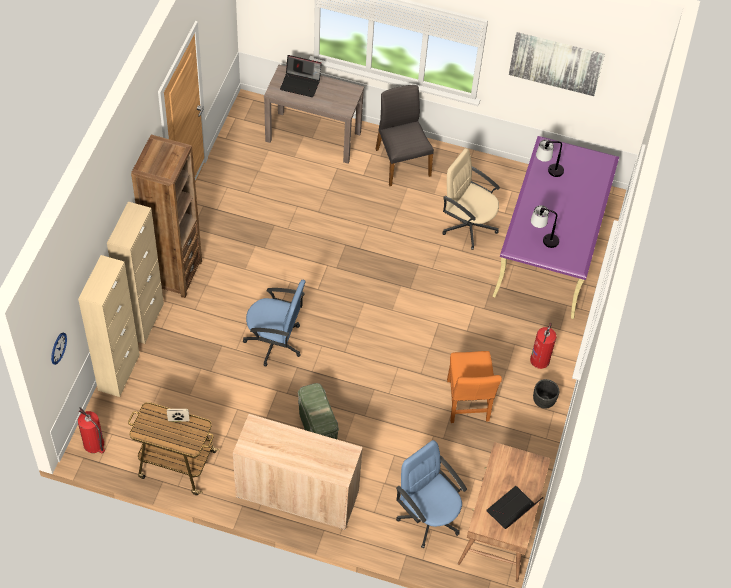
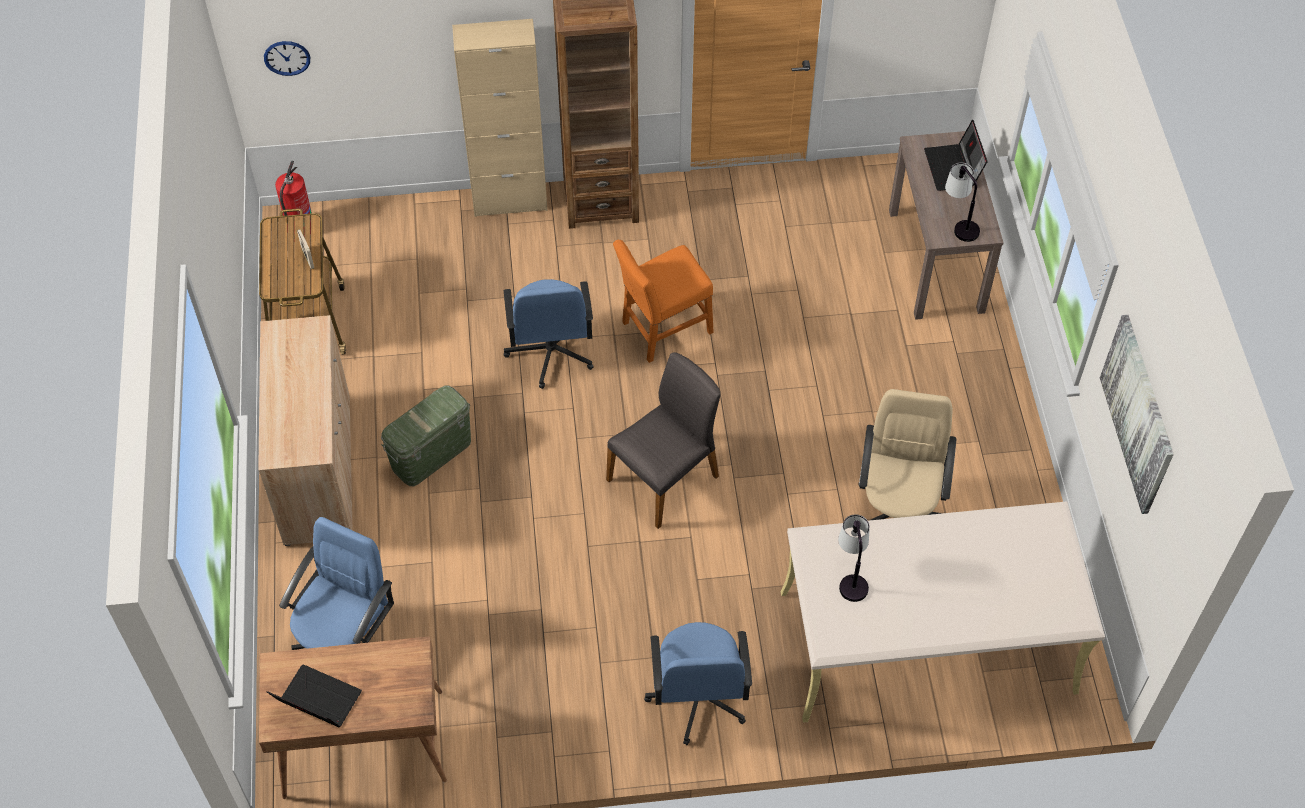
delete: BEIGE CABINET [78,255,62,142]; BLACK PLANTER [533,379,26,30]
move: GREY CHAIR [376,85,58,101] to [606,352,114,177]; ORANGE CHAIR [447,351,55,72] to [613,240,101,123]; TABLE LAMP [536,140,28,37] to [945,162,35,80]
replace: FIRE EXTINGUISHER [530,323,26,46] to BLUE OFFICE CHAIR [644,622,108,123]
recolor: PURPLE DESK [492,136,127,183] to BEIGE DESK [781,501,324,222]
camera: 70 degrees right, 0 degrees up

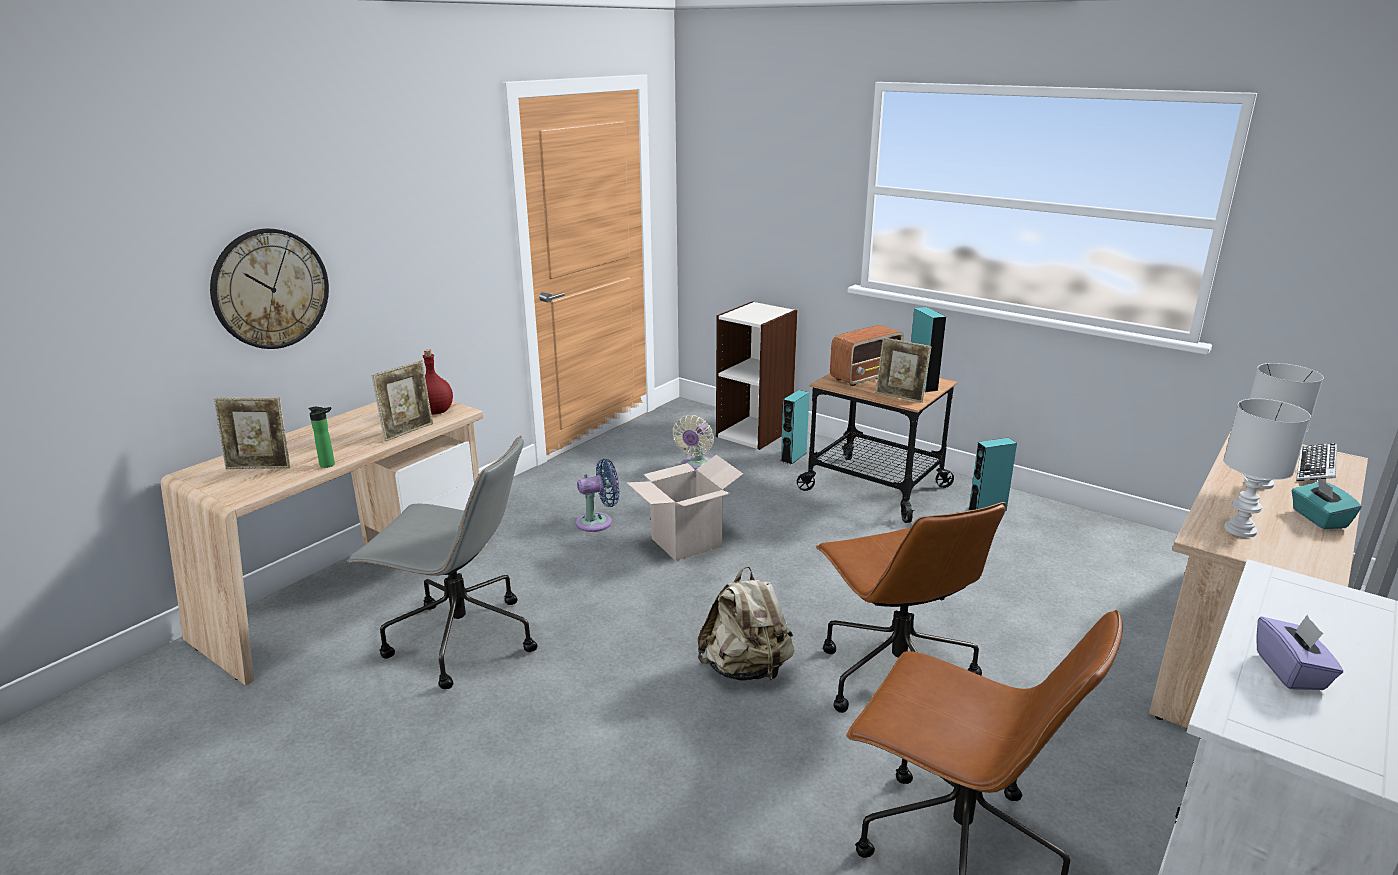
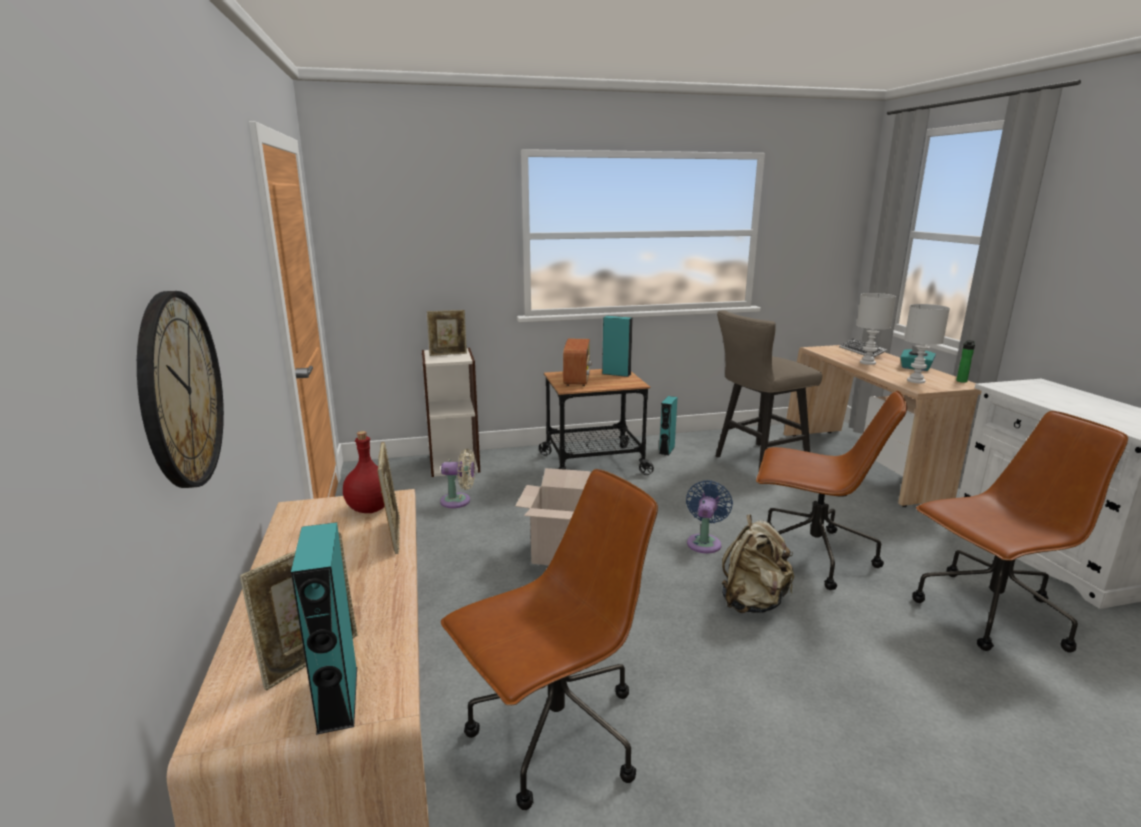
delete: PURPLE TISSUE BOX [1256,615,87,75]
insert: BEIGE STOOL [716,310,106,163]
move: TURQUOISE SPEAKER [780,390,30,75] to [291,522,66,213]; PICTURE FRAME [876,337,55,66] to [427,310,40,46]; BLUE FAN [576,459,43,73] to [686,480,47,73]; BOTTLE [309,407,26,61] to [956,340,19,43]
recolor: GREY OFFICE CHAIR [347,435,191,254] to BROWN OFFICE CHAIR [441,469,217,341]
rotate: BEIGE FAN [672,415,42,55] = [440,449,35,59] 60 degrees counterclockwise
camera: 50 degrees left, 5 degrees down

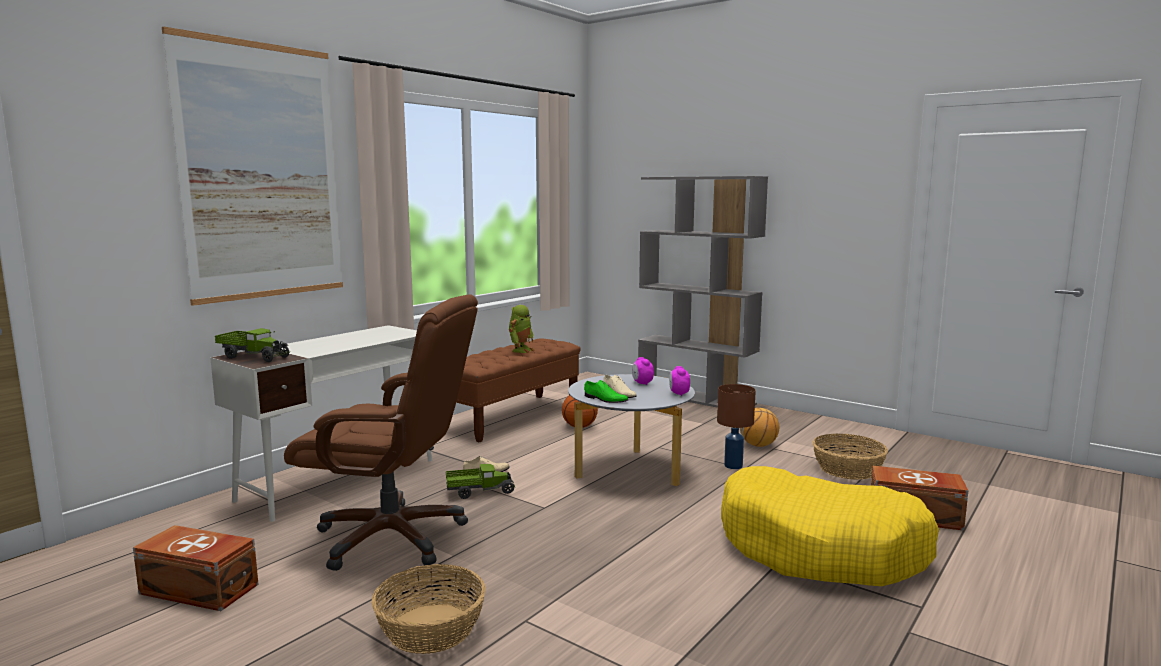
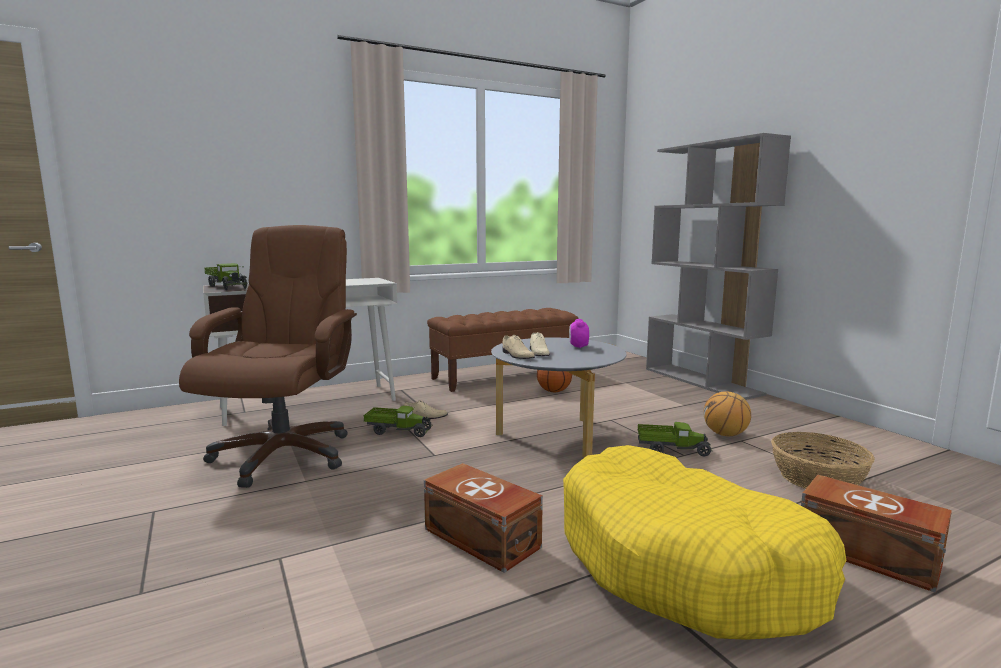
delete: PICTURE [162,27,181,279]; BASKET [371,564,115,90]; TOY ROBOT [509,305,26,48]; ALARM CLOCK [669,366,21,30]
move: BROWN STORAGE BOX [133,525,126,86] to [424,463,119,110]
replace: BROWN TABLE LAMP [717,384,39,85] to TOY TRUCK [638,422,74,34]
recolor: GREEN SHOE [584,380,44,23] to BEIGE SHOE [502,335,33,24]
rotate: BROWN OFFICE CHAIR [284,294,194,277] = [179,225,178,263] 120 degrees counterclockwise
camera: 25 degrees right, 0 degrees up

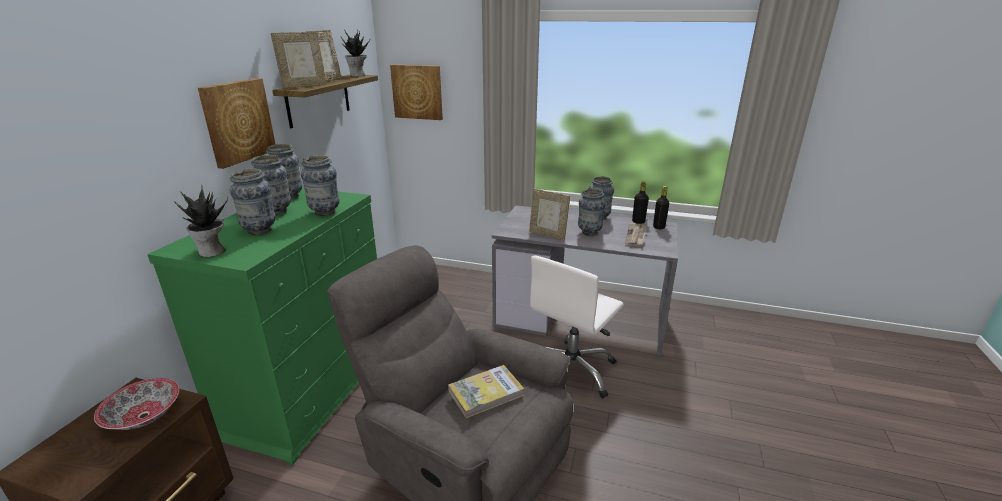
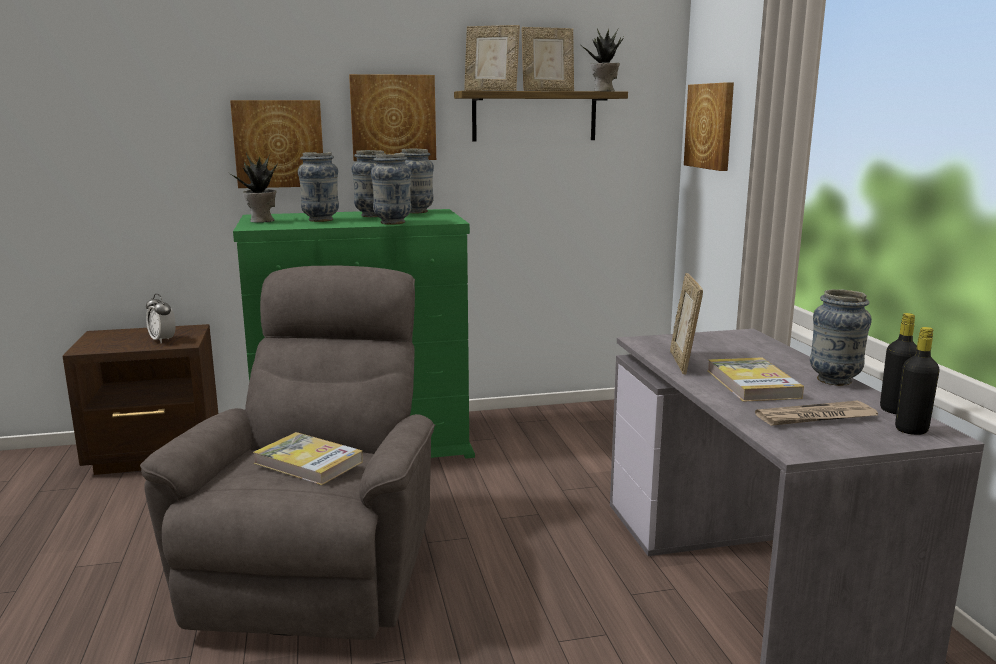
delete: WHITE OFFICE CHAIR [530,255,94,143]
insert: PICTURE [230,100,93,88]
replace: BOWL [94,378,85,52] to ALARM CLOCK [146,294,30,50]; VASE [578,188,28,48] to BOOK [707,357,97,45]
camera: 60 degrees right, 10 degrees down

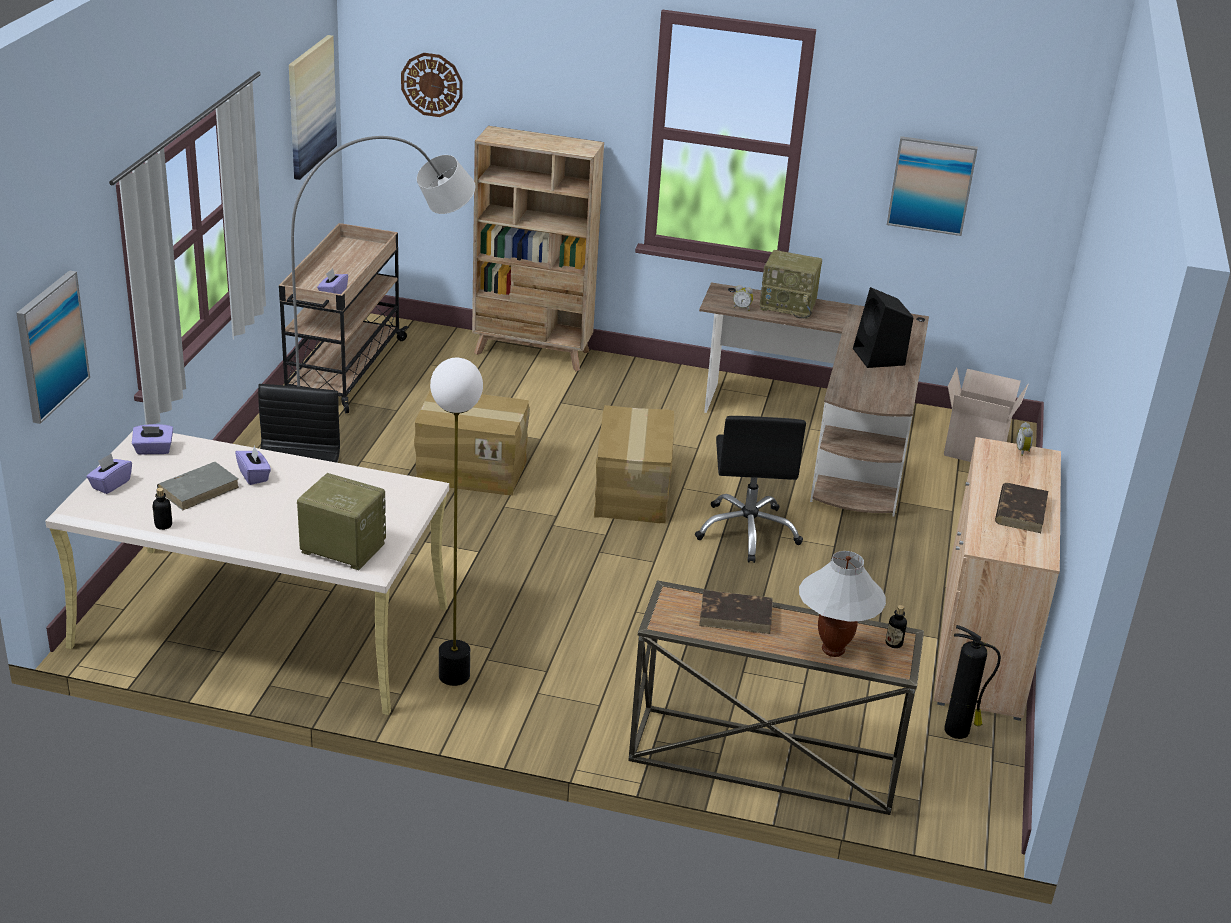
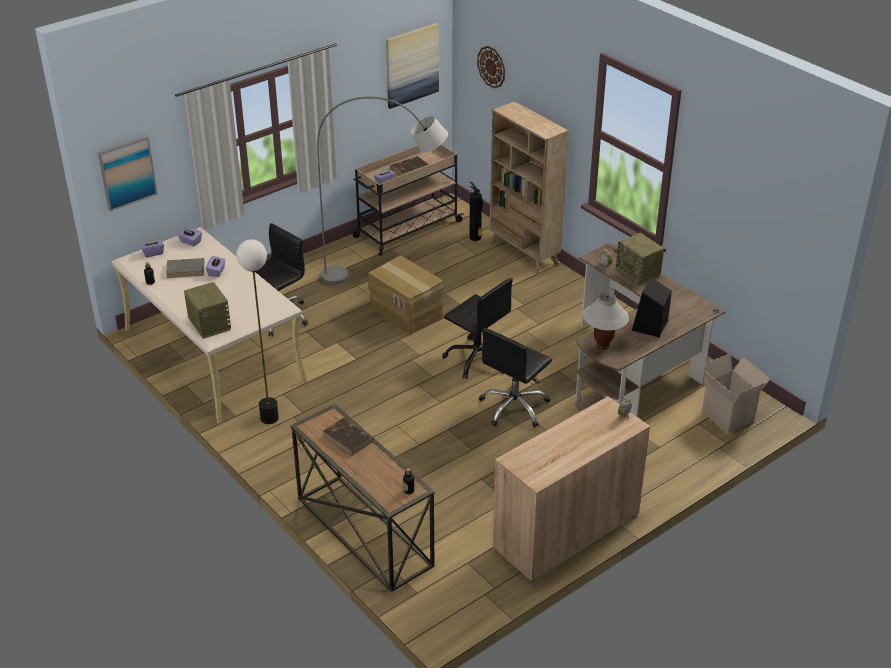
delete: PICTURE [887,136,91,100]
move: BROWN BOOK [995,483,53,50] to [390,156,38,20]; FIRE EXTINGUISHER [945,625,56,114] to [469,182,14,59]; WHITE TABLE LAMP [799,551,87,106] to [583,292,46,58]
replace: CARDBOARD BOX [594,405,80,118] to BLACK OFFICE CHAIR [442,278,71,101]
camera: 40 degrees right, 5 degrees up

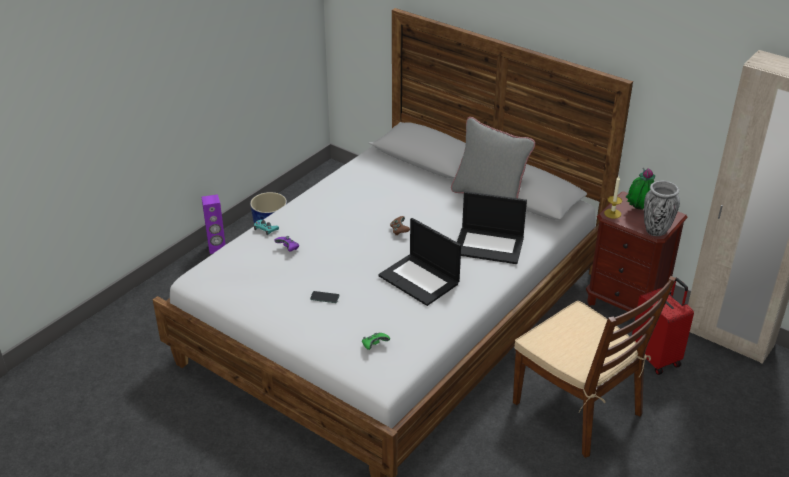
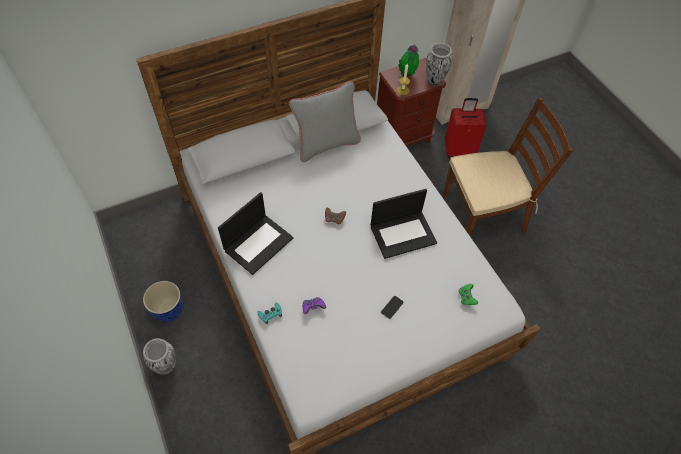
move: LAPTOP [457,191,70,73] to [218,192,75,83]
replace: PURPLE SPEAKER [202,194,24,60] to VASE [143,338,33,37]
camera: 65 degrees left, 20 degrees up

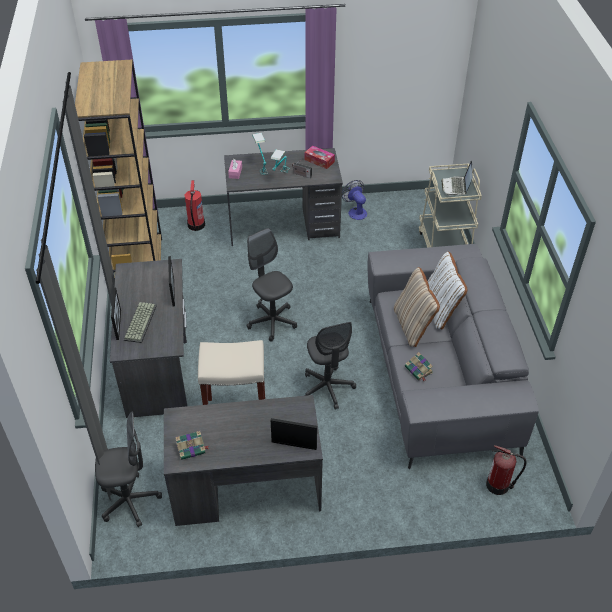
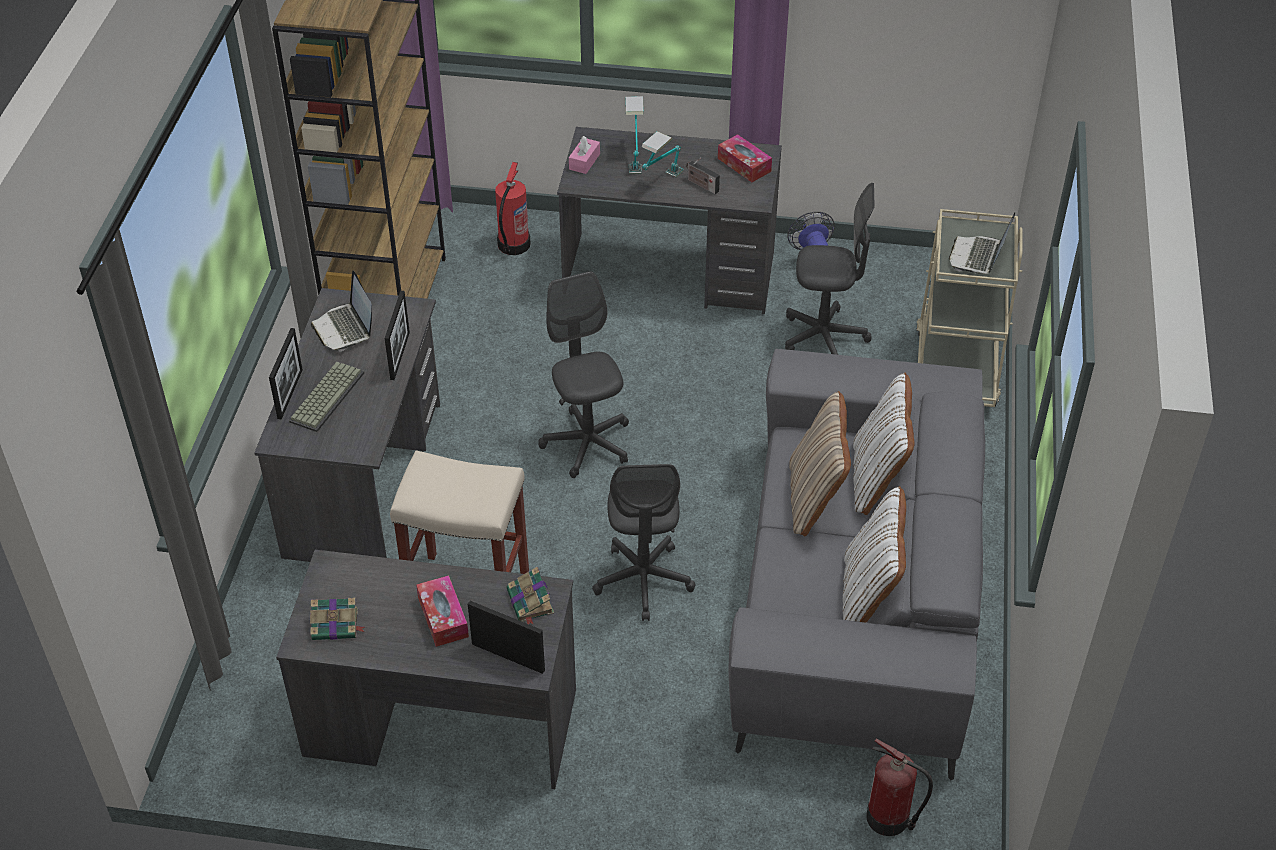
insert: LAPTOP [311,271,61,80]; TISSUE BOX [416,575,53,72]; WHITE PILLOW [843,486,63,136]
move: BOOK [405,352,28,29] to [506,567,48,58]; GREY OFFICE CHAIR [95,411,67,116] to [785,183,90,172]
camera: 15 degrees right, 0 degrees up

